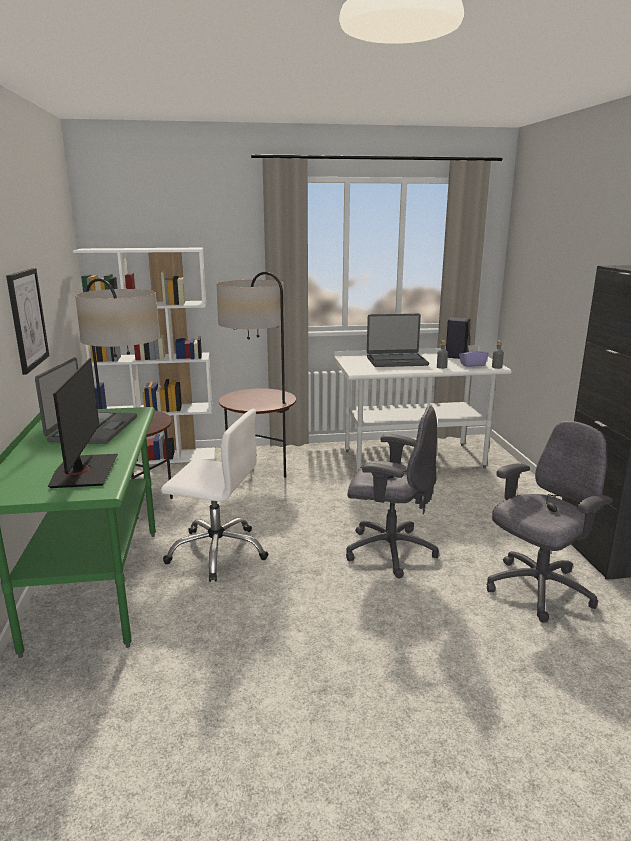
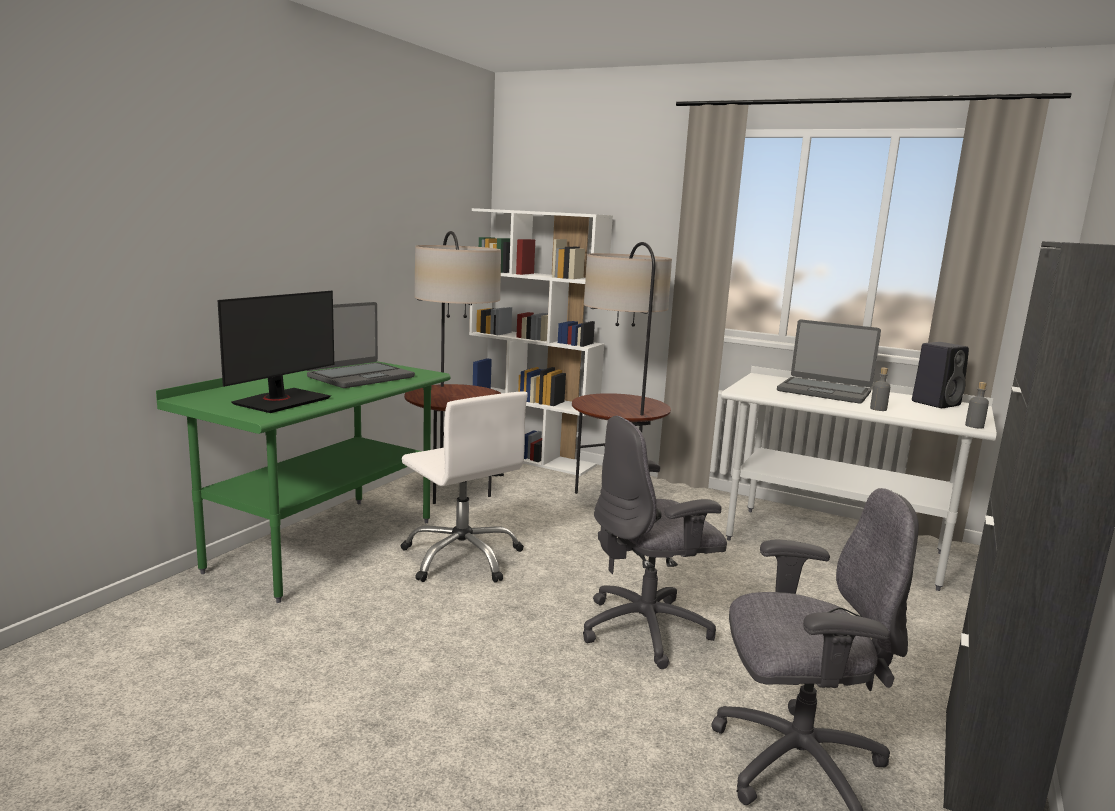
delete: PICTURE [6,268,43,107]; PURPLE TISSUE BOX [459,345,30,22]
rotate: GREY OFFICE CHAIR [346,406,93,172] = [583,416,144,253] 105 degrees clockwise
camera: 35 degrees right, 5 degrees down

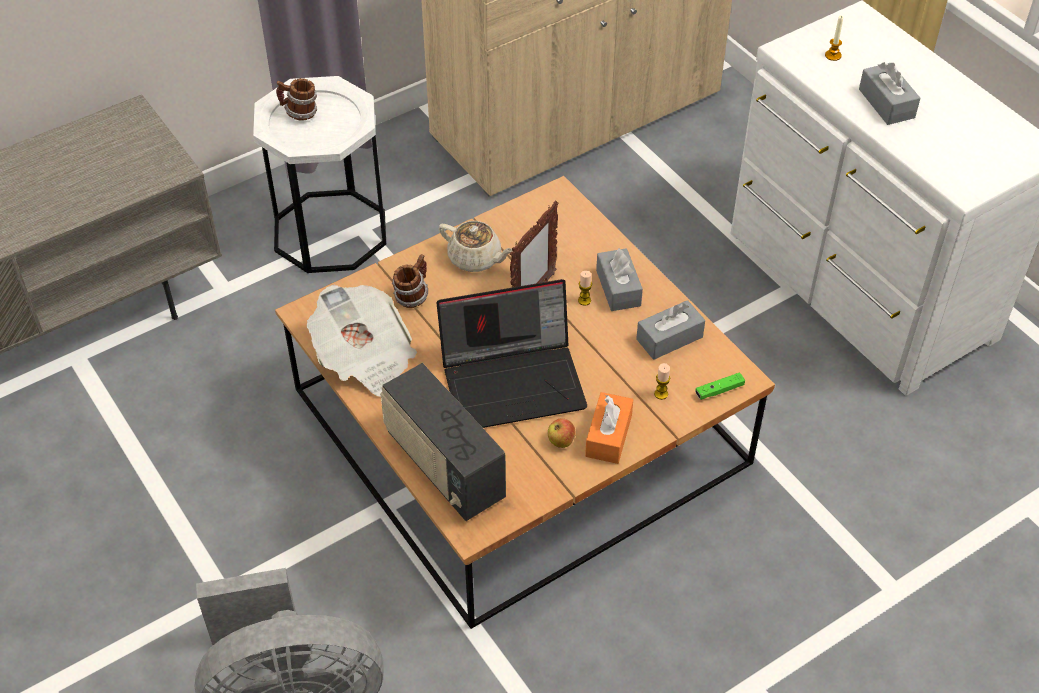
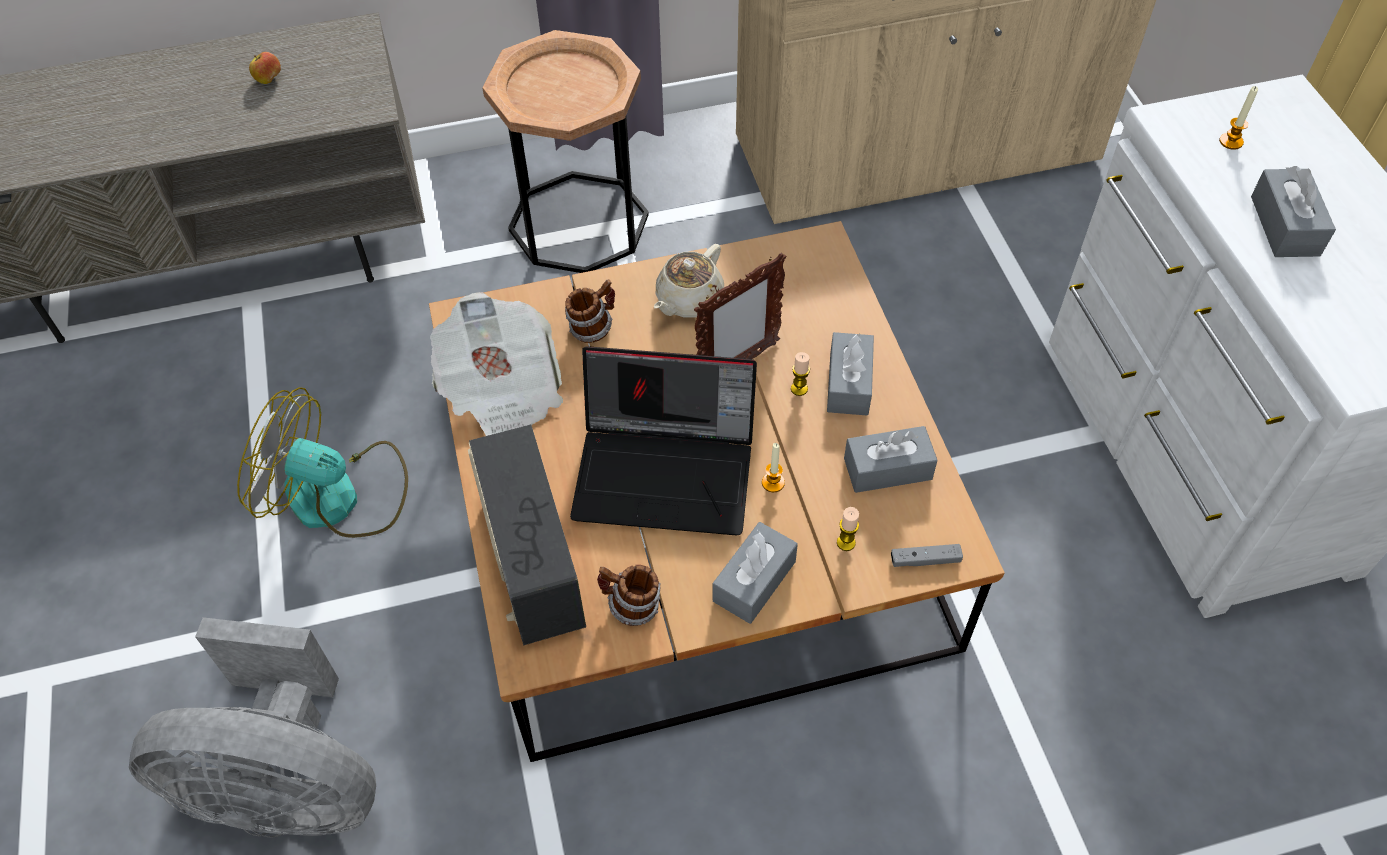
insert: FAN [237,387,171,151]; CANDLE [762,443,23,49]
move: APPLE [548,418,28,30] to [249,52,32,32]; MUG [276,78,41,43] to [597,565,64,61]
recolor: WHITE SIDE TABLE [253,76,133,197] to BROWN SIDE TABLE [482,30,167,243]; ORANGE TISSUE BOX [585,392,48,72] to GREY TISSUE BOX [713,522,85,102]; GREEN GAME CONTROLLER [695,372,50,28] to GREY GAME CONTROLLER [891,544,72,23]
rotate: BEIGE TEAPOT [439,221,74,51] = [654,244,70,74] 75 degrees clockwise
camera: 20 degrees right, 5 degrees up

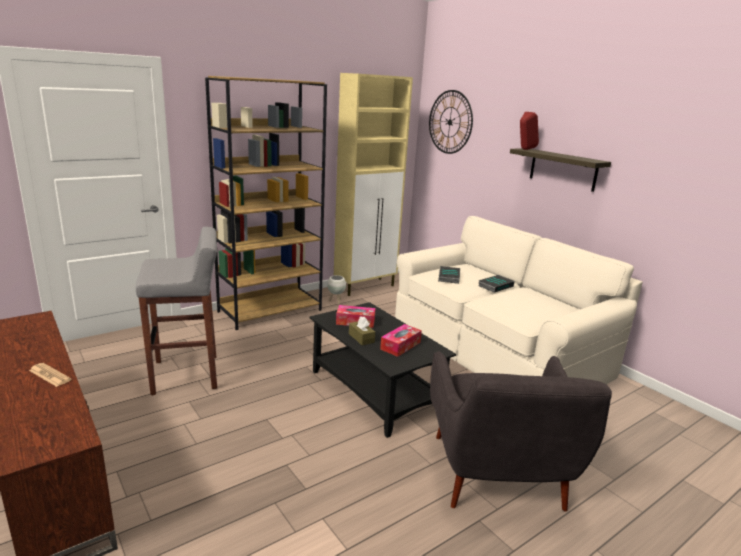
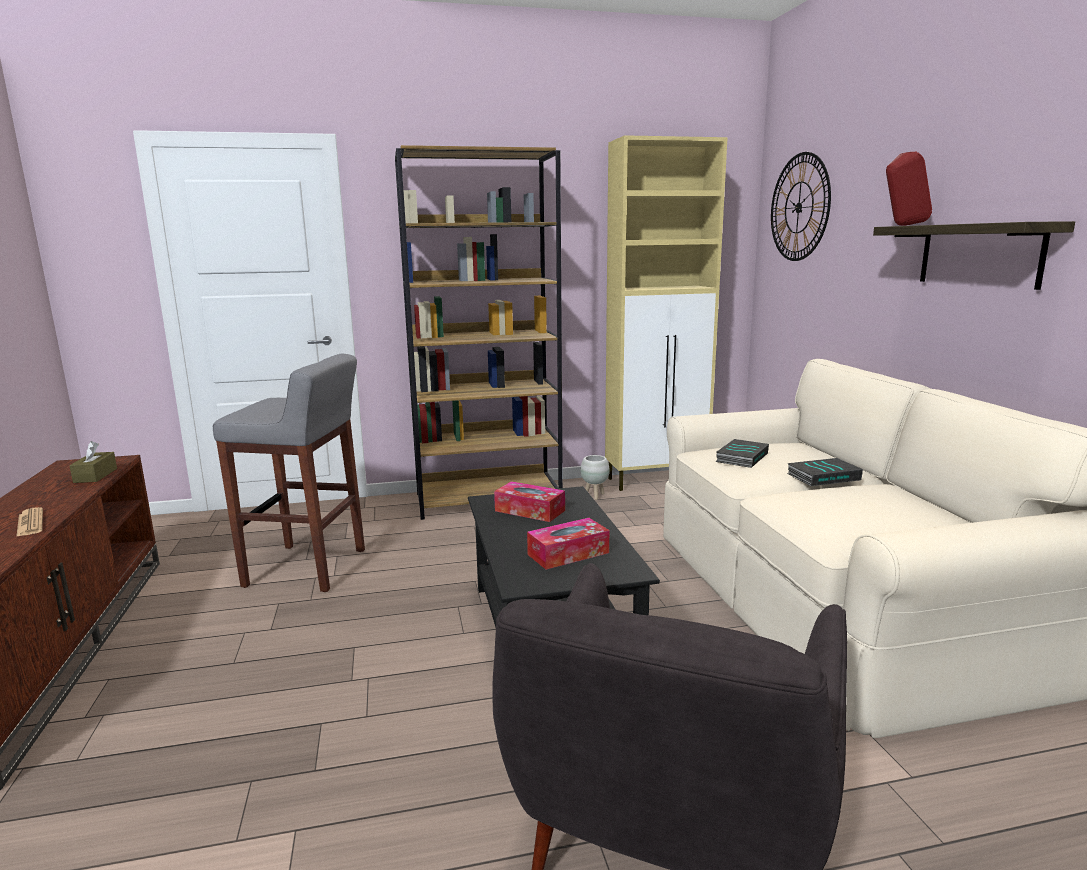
move: BROWN TISSUE BOX [349,316,26,29] to [69,441,48,42]
camera: 25 degrees right, 5 degrees down

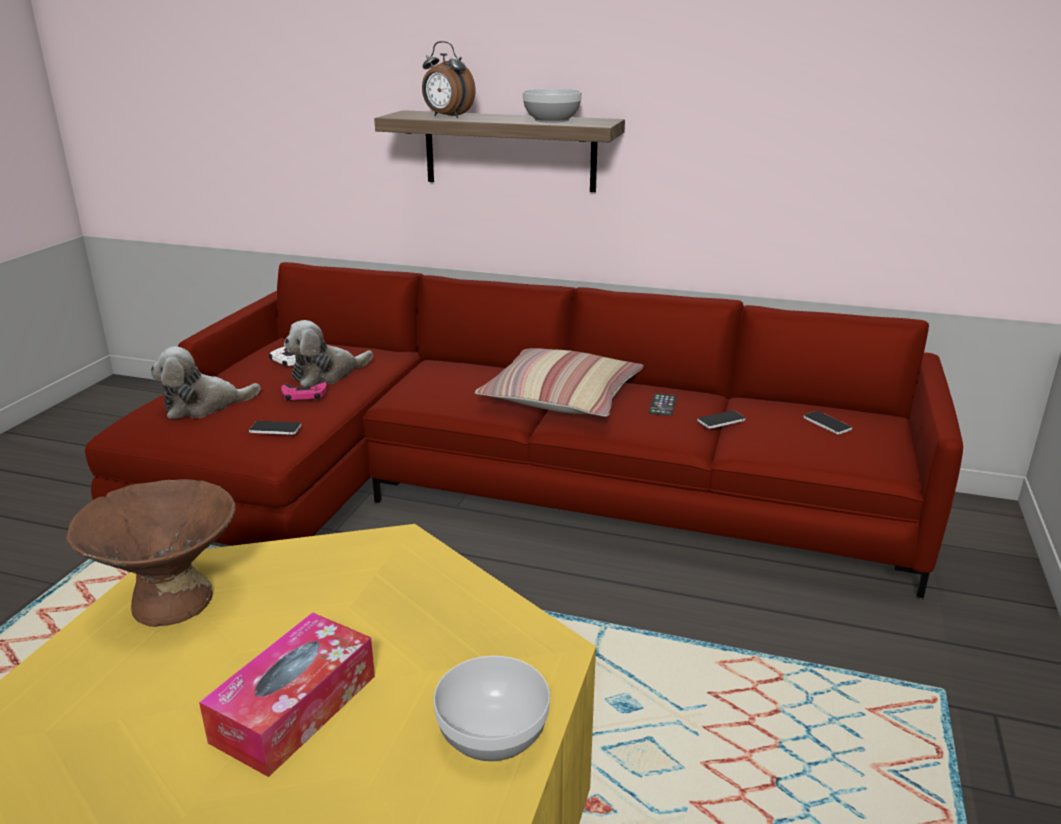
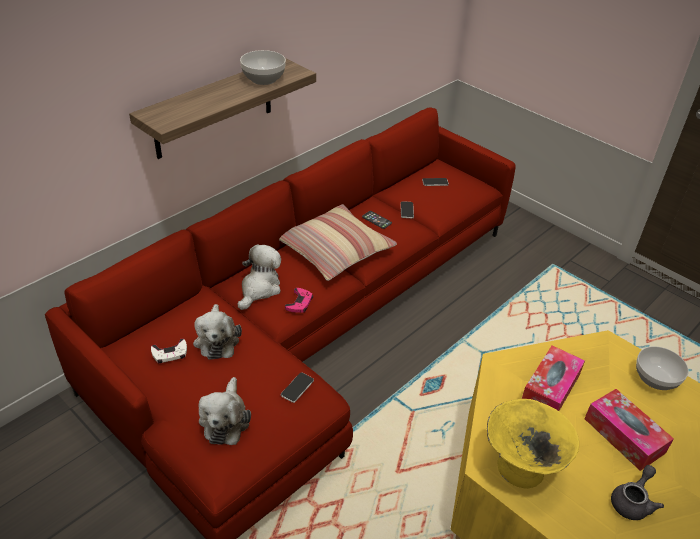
delete: ALARM CLOCK [422,41,54,77]
insert: PLUSH TOY [238,244,43,66]; TISSUE BOX [522,345,63,66]; GREY TEAPOT [611,465,53,55]
move: PINK GAME CONTROLLER [281,381,46,20] to [285,288,28,25]
recolor: BROWN BOWL [66,479,170,148] to YELLOW BOWL [487,399,92,90]
camera: 65 degrees left, 15 degrees up

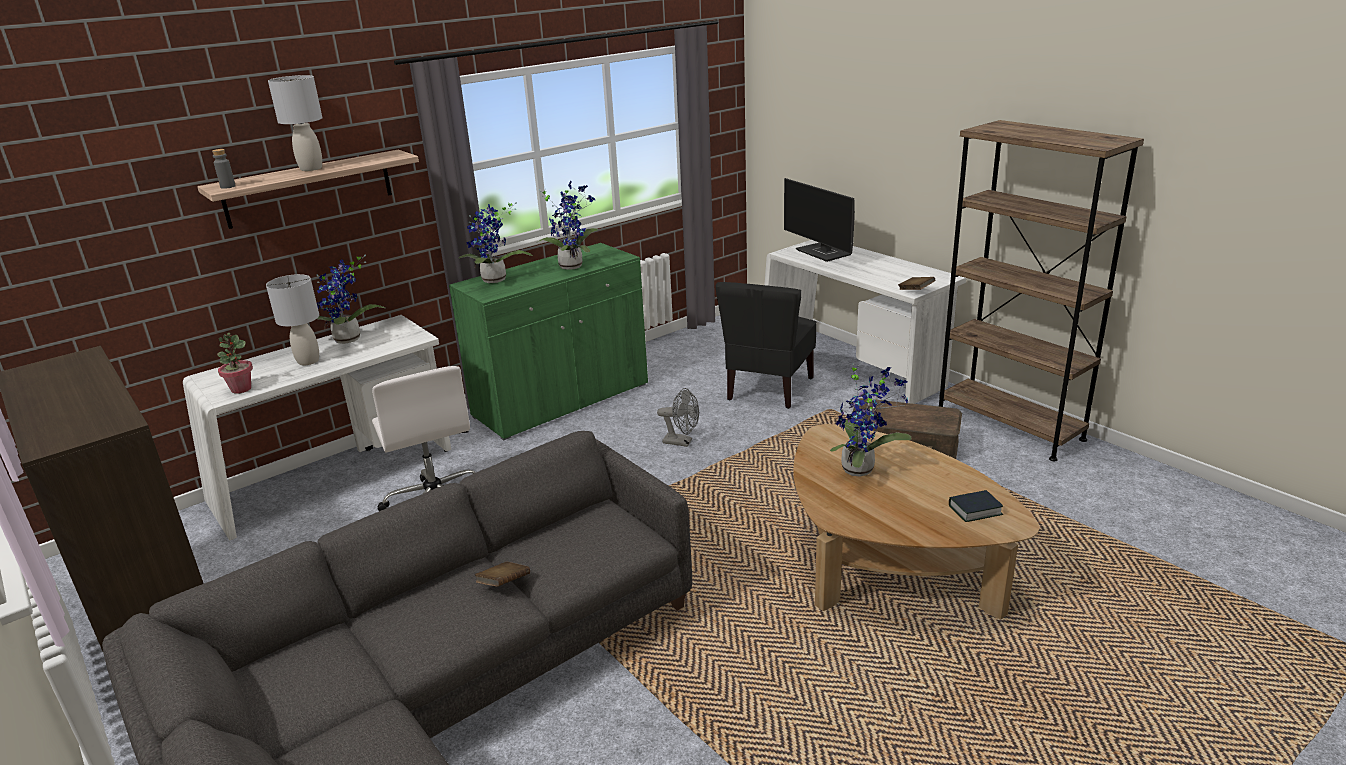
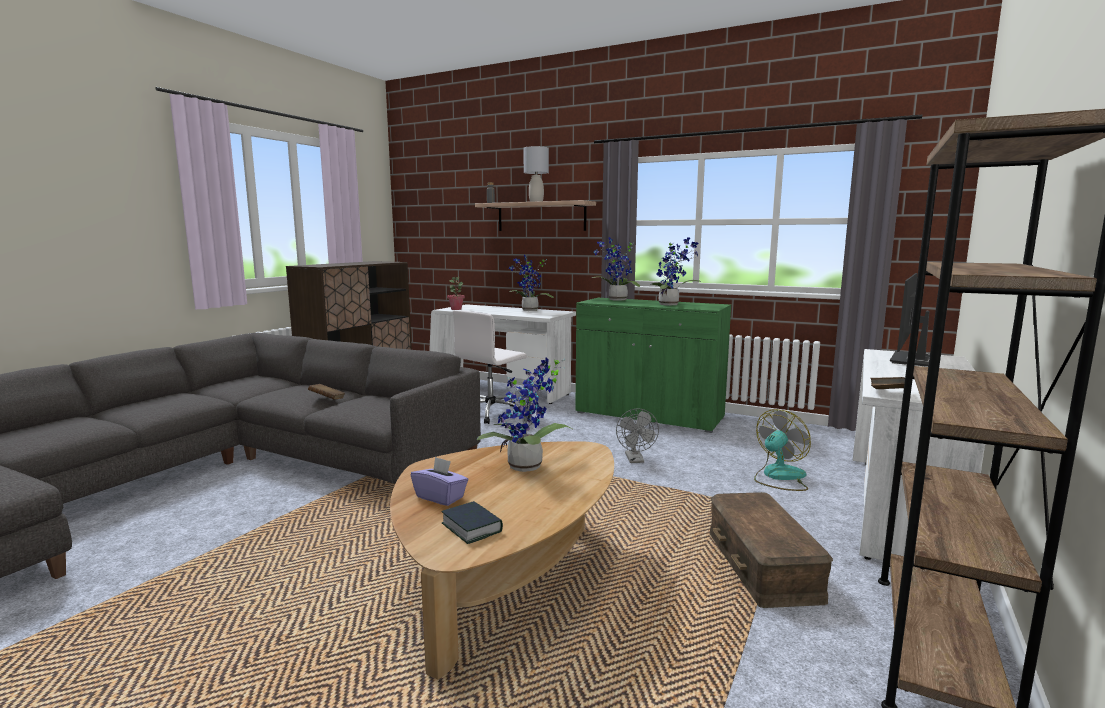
delete: GREY TABLE LAMP [266,274,53,91]
insert: PURPLE TISSUE BOX [411,457,58,49]
replace: BLACK CHAIR [716,282,100,127] to FAN [754,409,57,82]
camera: 65 degrees right, 15 degrees down

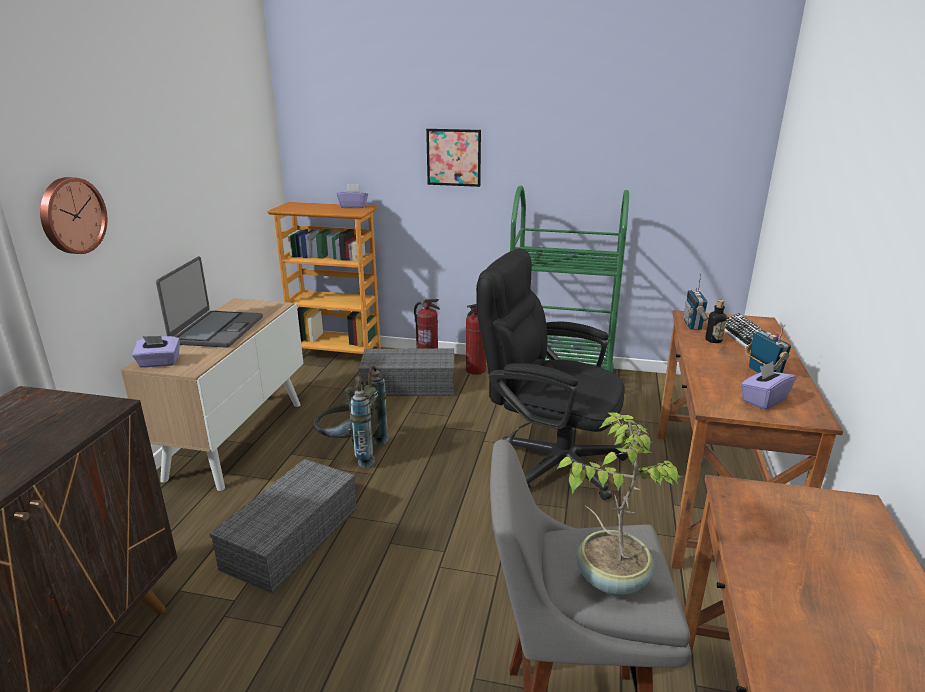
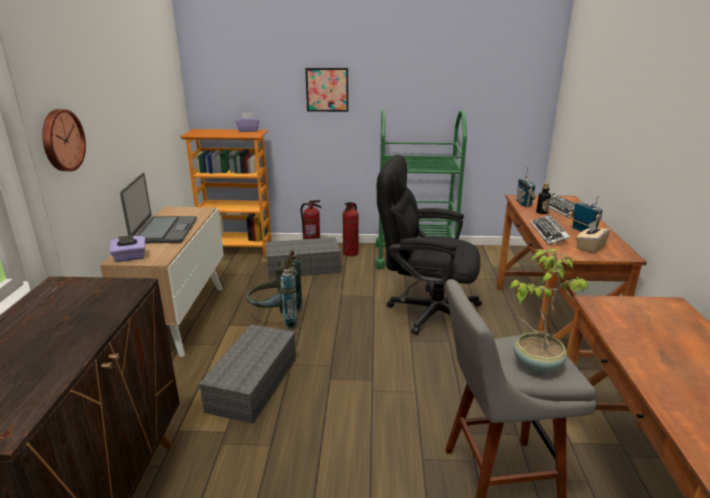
insert: KEYBOARD [530,214,40,31]
recolor: PURPLE TISSUE BOX [741,362,55,48] to BEIGE TISSUE BOX [576,220,35,33]
camera: 10 degrees left, 0 degrees up

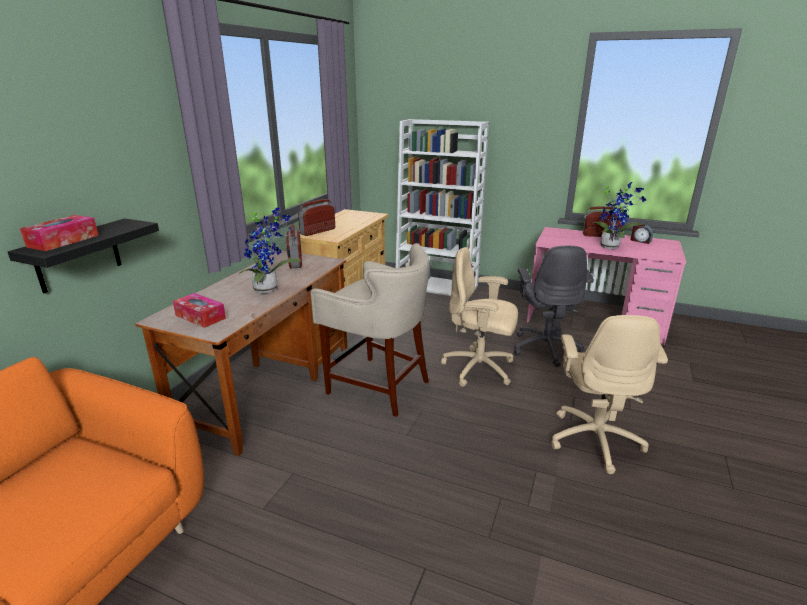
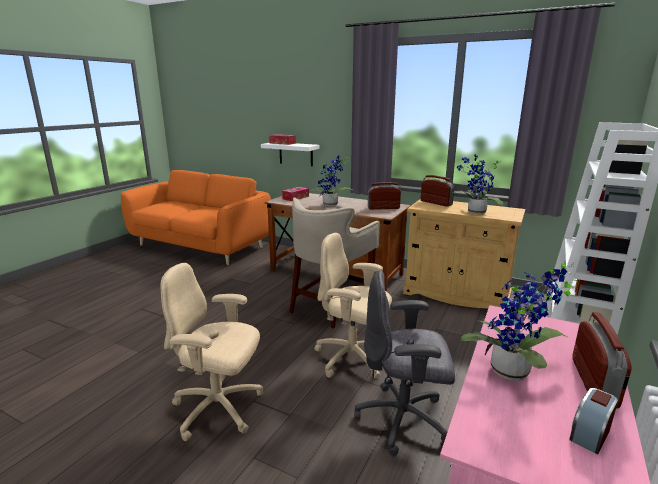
insert: POTTED PLANT [453,154,50,60]
recolor: BLACK SHELF [8,218,151,75] to WHITE SHELF [261,143,59,23]
rotate: BEIGE OFFICE CHAIR [441,247,77,140] = [314,233,78,146] 90 degrees counterclockwise
camera: 95 degrees right, 5 degrees down

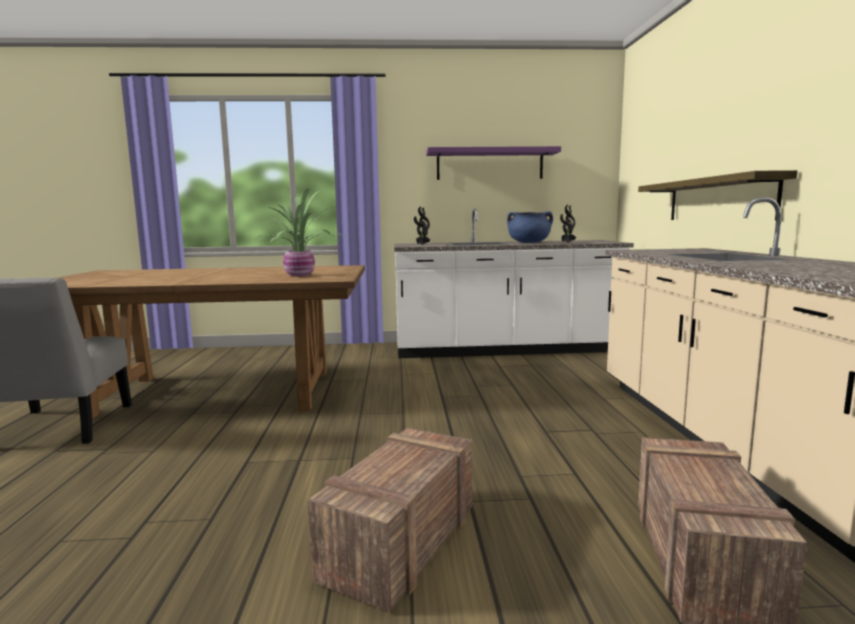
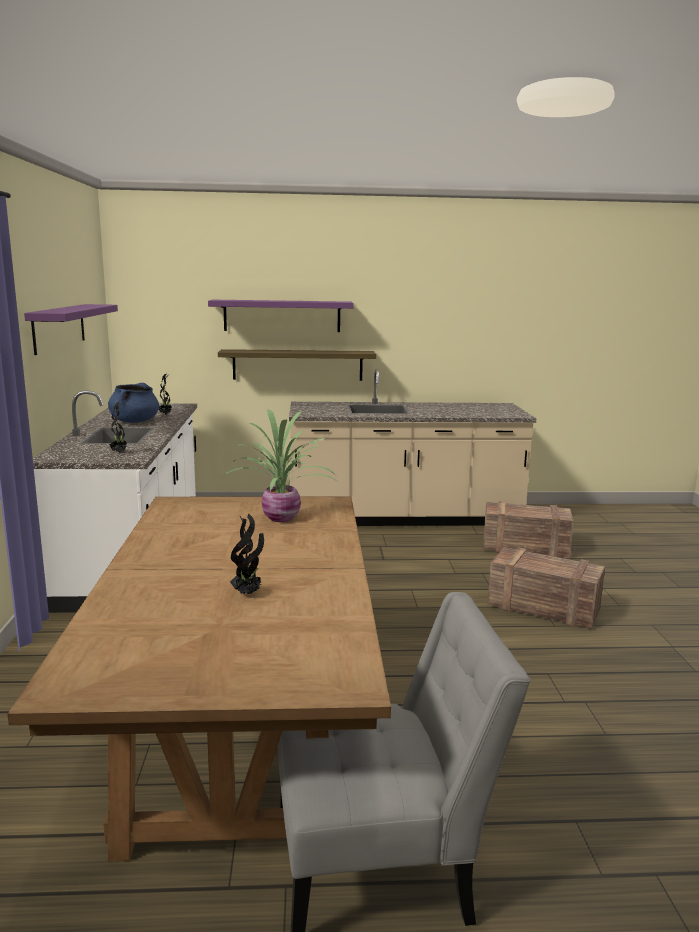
insert: PURPLE SHELF [208,300,145,32]; POTTED PLANT [230,514,34,81]
camera: 90 degrees left, 5 degrees up

